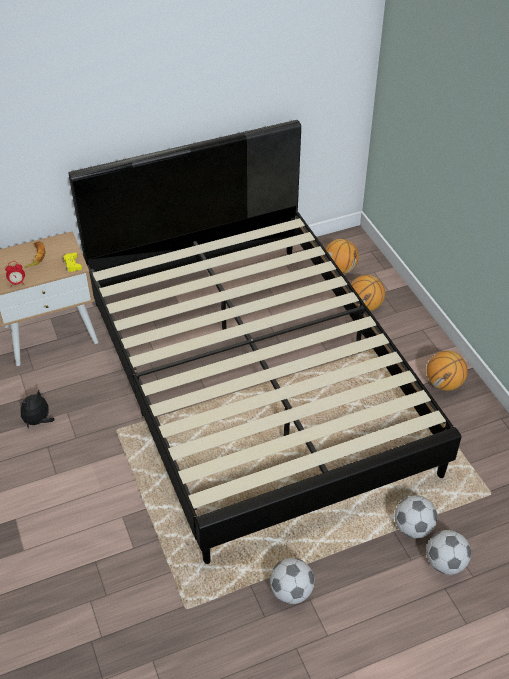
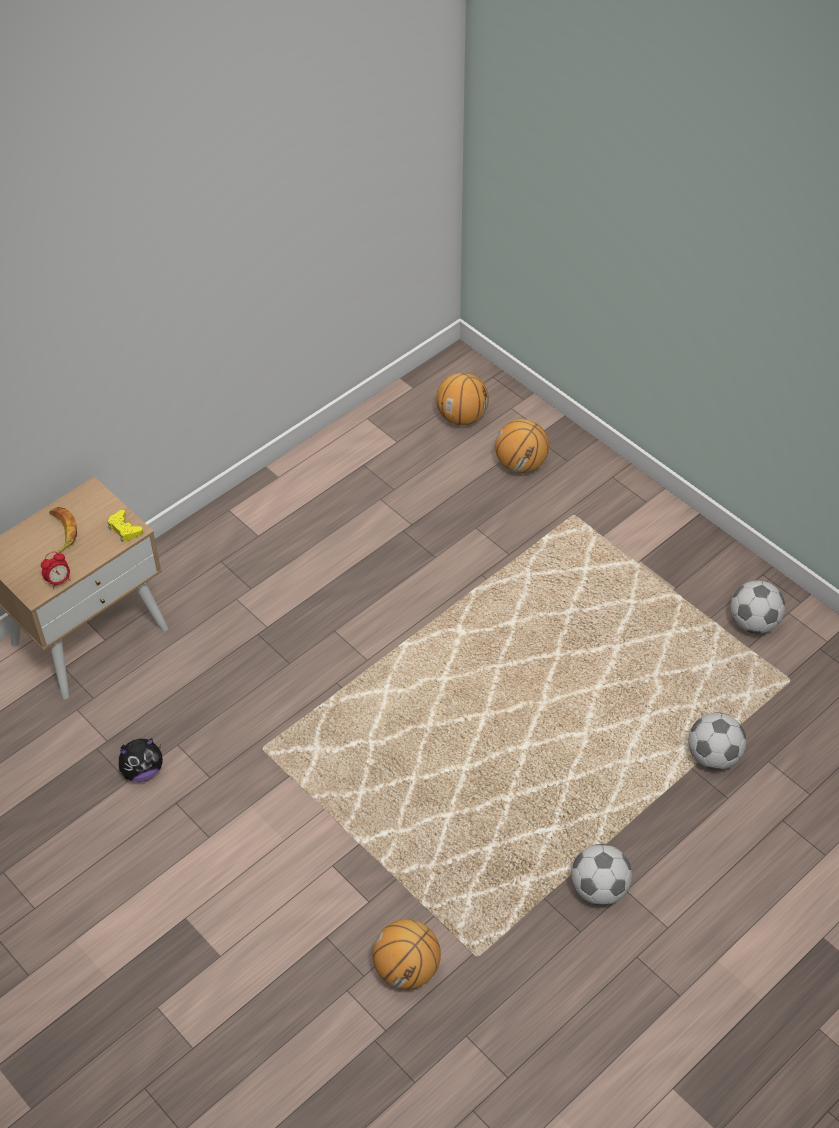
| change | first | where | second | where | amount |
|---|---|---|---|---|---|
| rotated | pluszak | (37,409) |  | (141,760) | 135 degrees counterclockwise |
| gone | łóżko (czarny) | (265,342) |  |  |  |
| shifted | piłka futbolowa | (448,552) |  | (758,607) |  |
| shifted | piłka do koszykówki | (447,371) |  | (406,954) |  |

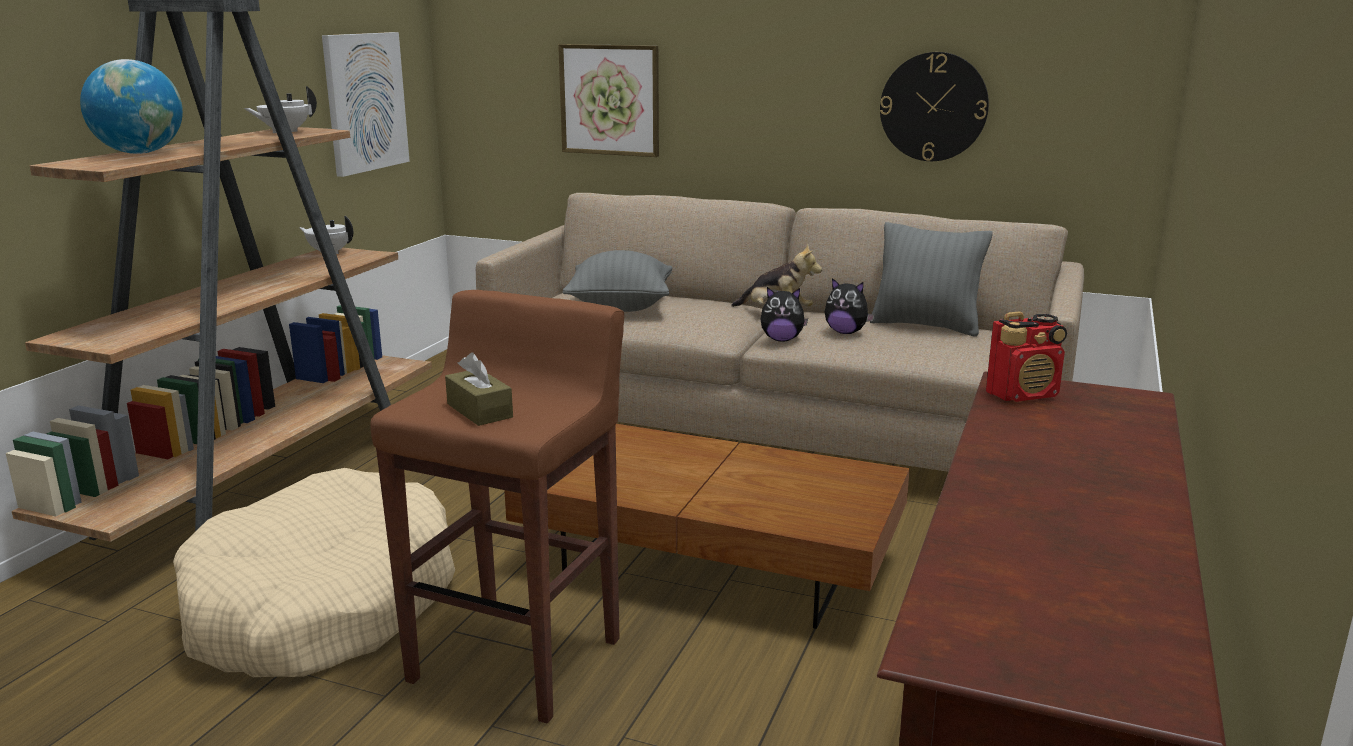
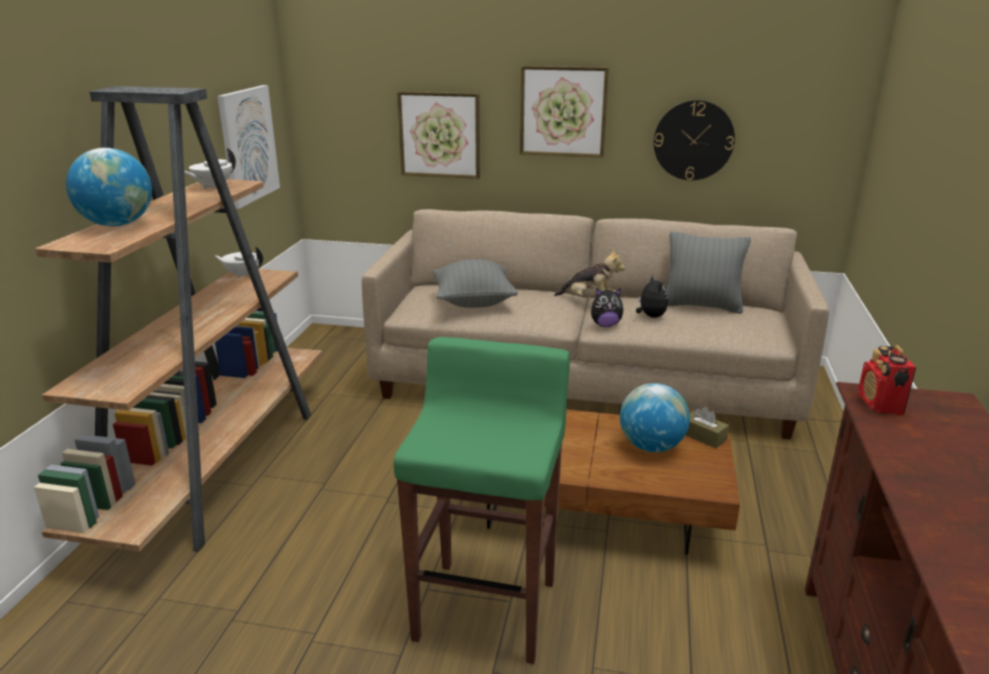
| change | first | where | second | where | amount |
|---|---|---|---|---|---|
| gone | legowisko (beżowy) | (314,572) |  |  |  |
| repainted | stołek (brązowy) | (497,507) | stołek (zielony) | (482,500) |  |
| shifted | pudełko chusteczek (brązowy) | (479,389) |  | (707,427) |  |
| rotated | pluszak | (850,306) |  | (652,296) | 120 degrees counterclockwise |
| rotated | radio | (1026,356) |  | (887,380) | 120 degrees clockwise |
| new |  |  | obraz | (564,112) |  |
| new |  |  | globus | (655,417) |  |

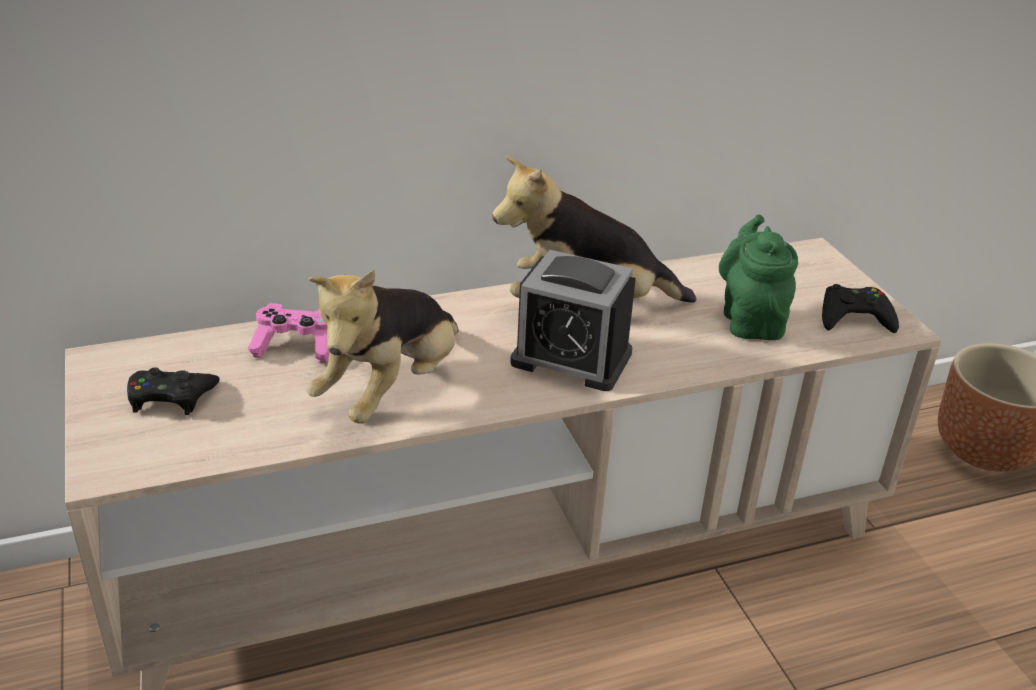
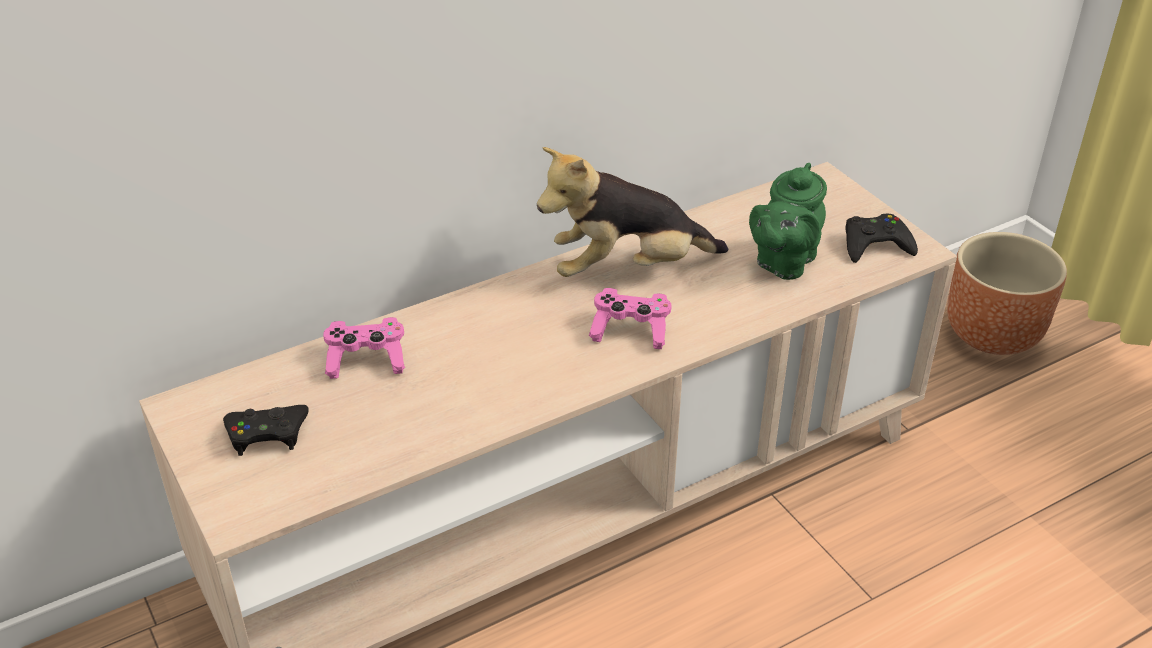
| change | first | where | second | where | amount |
|---|---|---|---|---|---|
| gone | pluszak | (382,347) |  |  |  |
| swapped | budzik | (573,320) | pad do gier (różowy) | (630,318) |  |
| rotated | imbryk (zielony) | (758,277) |  | (788,221) | 135 degrees counterclockwise |

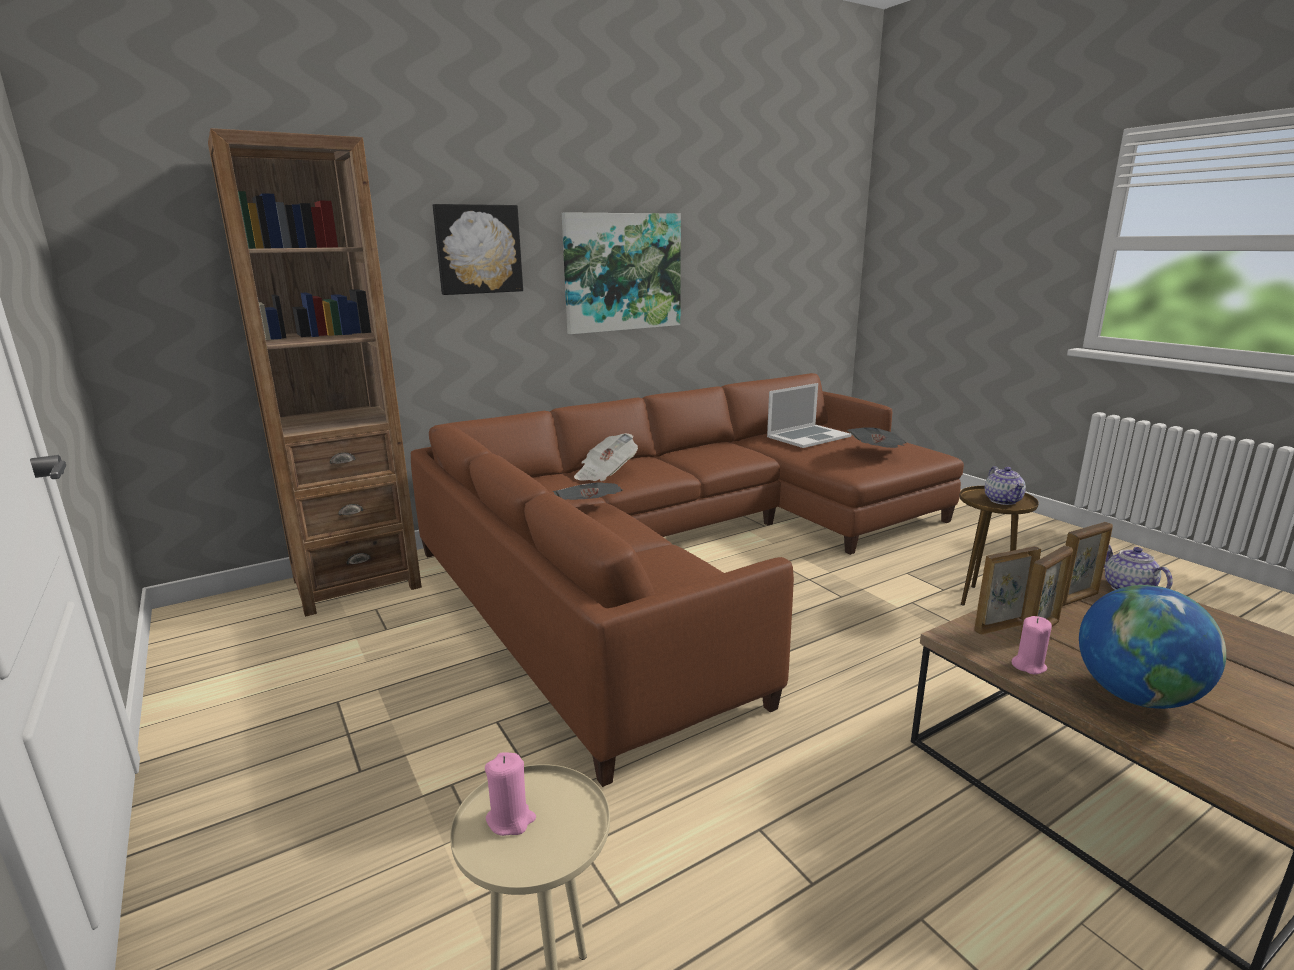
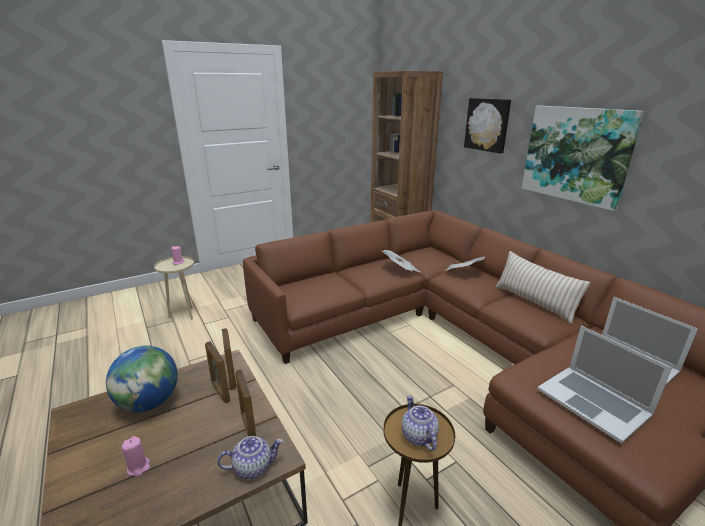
| change | first | where | second | where | amount |
|---|---|---|---|---|---|
| swapped | gazeta | (876,437) | laptop | (604,385) |  |
| rotated | imbryk | (1005,485) |  | (420,423) | 75 degrees clockwise |
| shifted | świeca (różowy) | (1032,645) |  | (136,456) |  |
| new |  |  | poduszka (beżowy) | (543,287) |  |

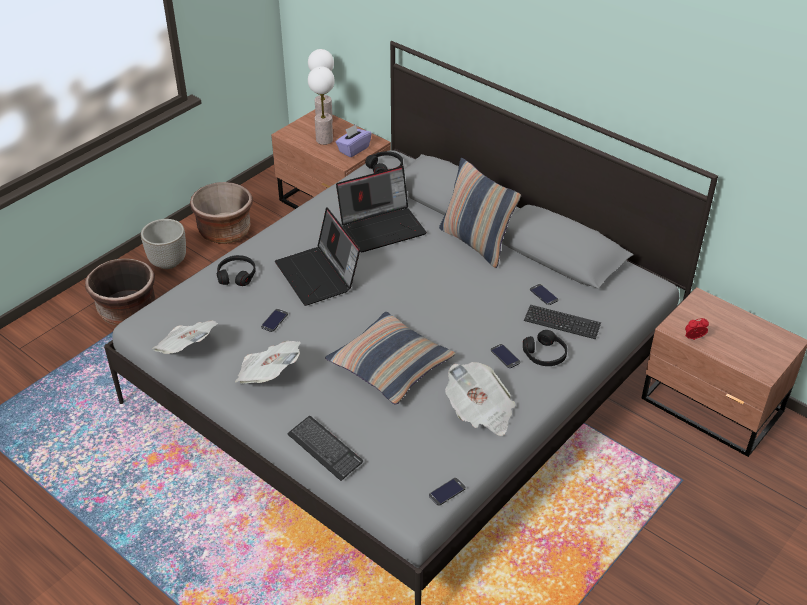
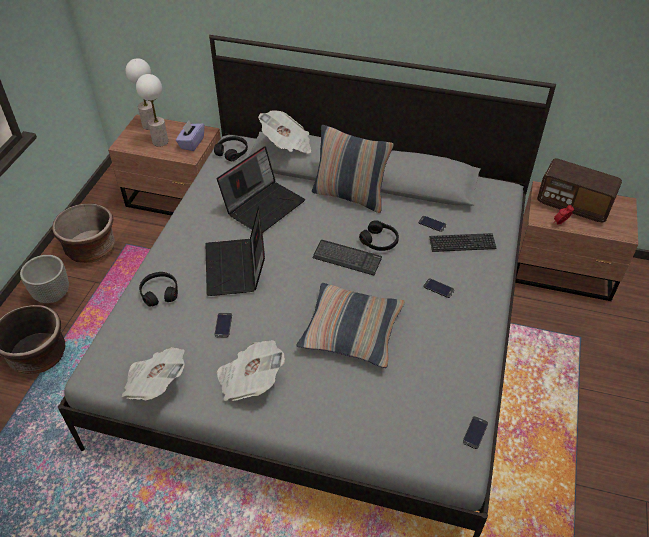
| change | first | where | second | where | amount |
|---|---|---|---|---|---|
| rotated | laptop | (317,256) |  | (235,251) | 45 degrees clockwise |
| shifted | klawiatura | (325,448) |  | (347,258) |  |
| shifted | gazeta | (480,399) |  | (284,132) |  |
| shifted | słuchawki (czarny) | (545,348) |  | (379,235) |  |
| new |  |  | radio | (579,190) |  |

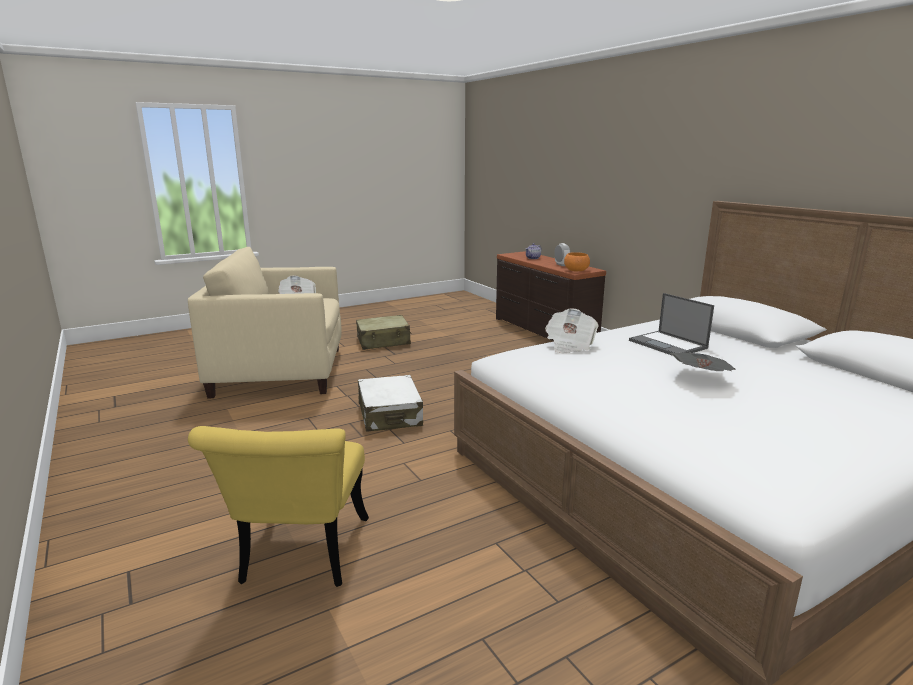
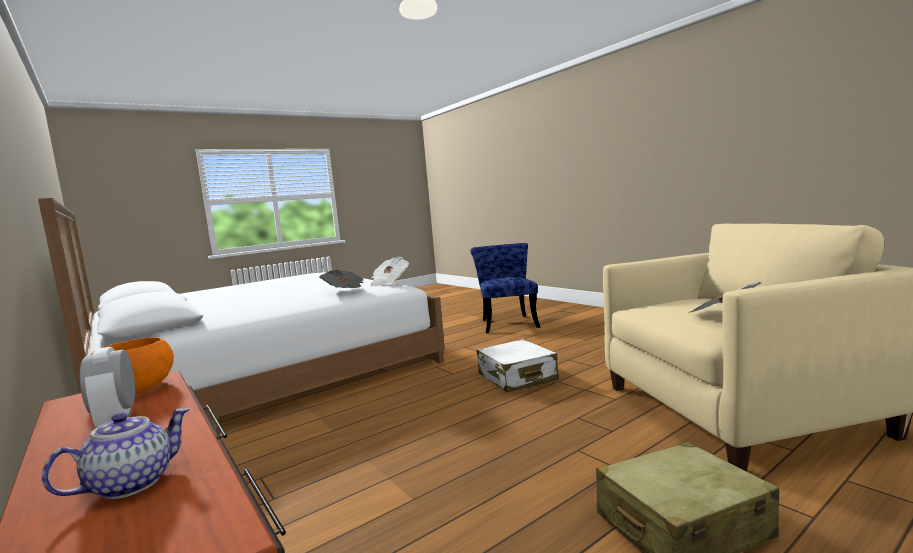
| change | first | where | second | where | amount |
|---|---|---|---|---|---|
| repainted | krzesło (żółty) | (278,506) | krzesło (niebieski) | (505,288) |  |
| gone | laptop | (671,324) |  |  |  |
| shifted | gazeta | (702,362) |  | (389,272) |  |

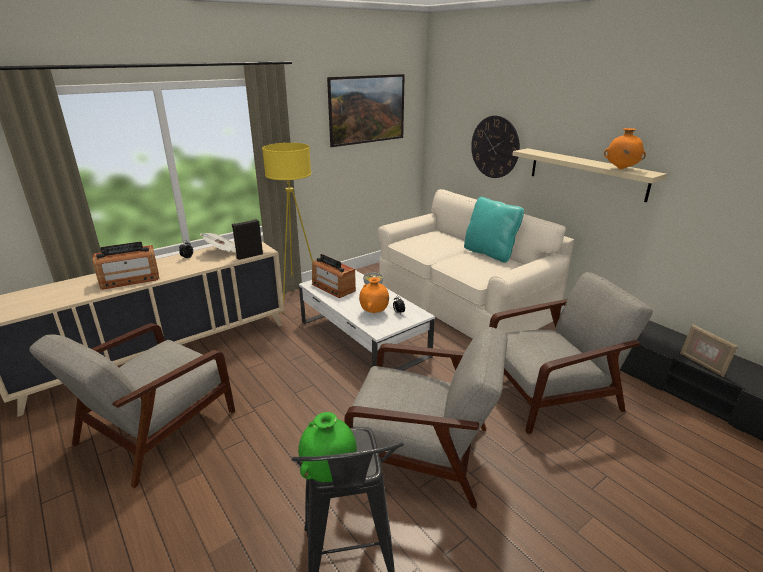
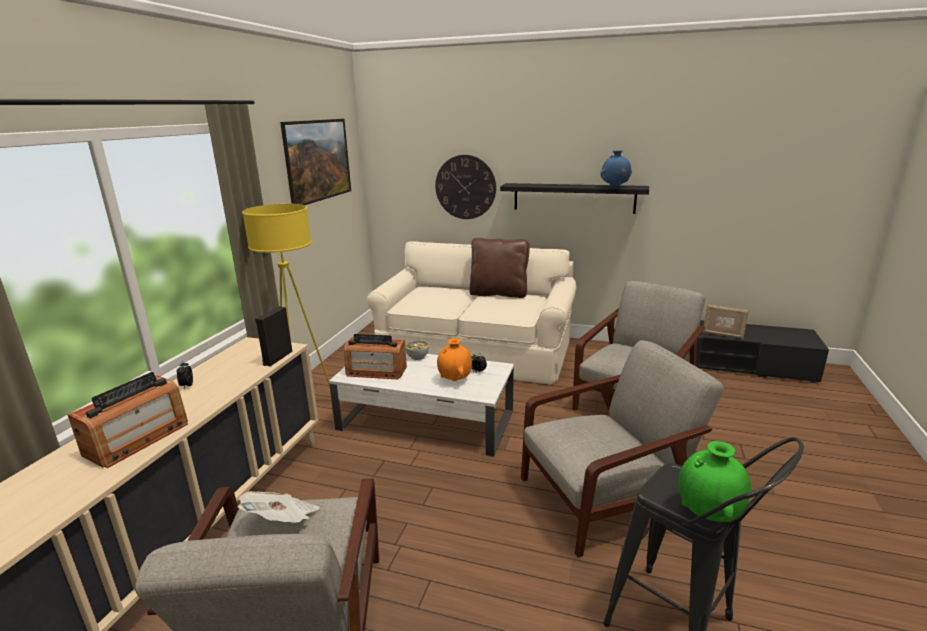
| change | first | where | second | where | amount |
|---|---|---|---|---|---|
| shifted | gazeta | (218,242) |  | (278,507) |  |
| repainted | poduszka (turkusowy) | (494,230) | poduszka (brązowy) | (499,268) |  |
| repainted | półka (beżowy) | (590,175) | półka (czarny) | (574,198) |  |
| repainted | wazon (pomarańczowy) | (625,148) | wazon (niebieski) | (616,168) |  |

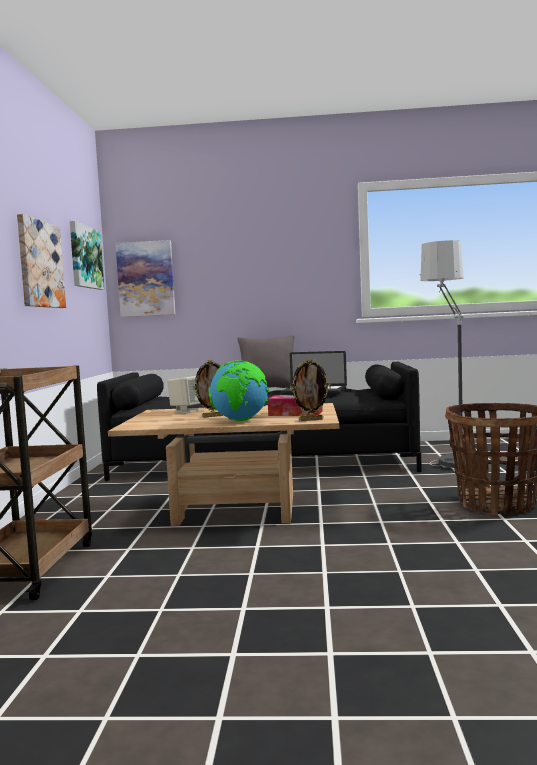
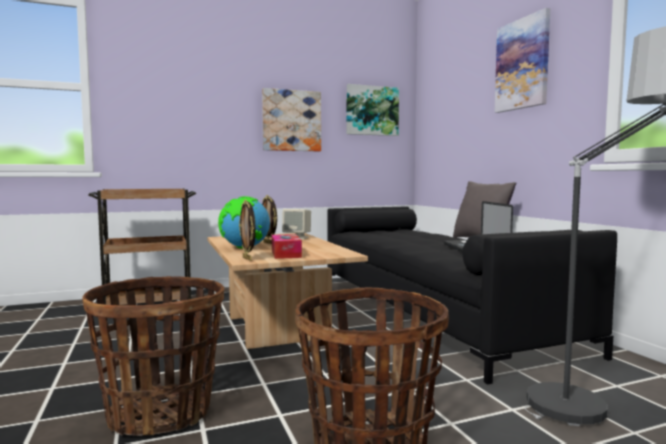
| change | first | where | second | where | amount |
|---|---|---|---|---|---|
| shifted | obraz | (145,278) |  | (522,60) |  |
| new |  |  | koszyk | (153,356) |  |

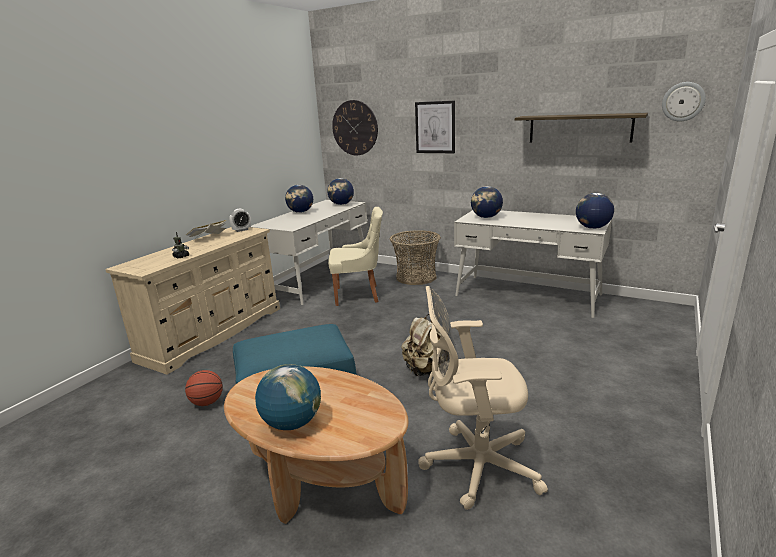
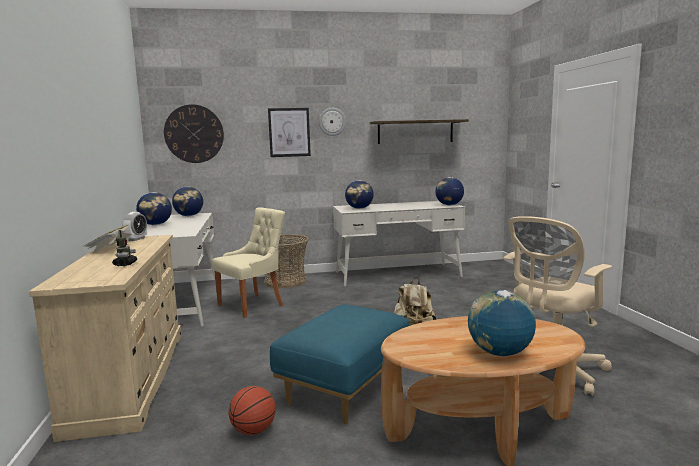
| change | first | where | second | where | amount |
|---|---|---|---|---|---|
| shifted | zegar ścienny | (684,101) |  | (332,122) |  |

